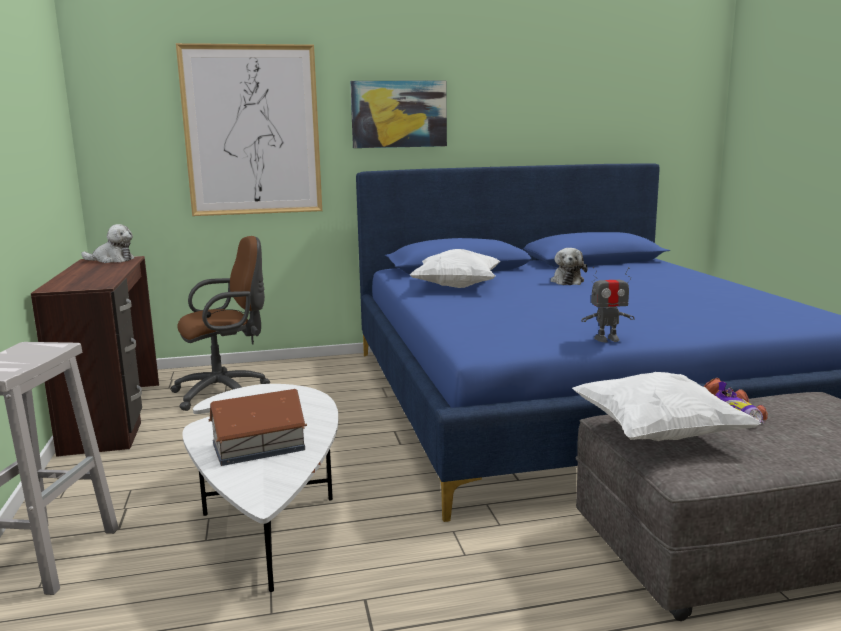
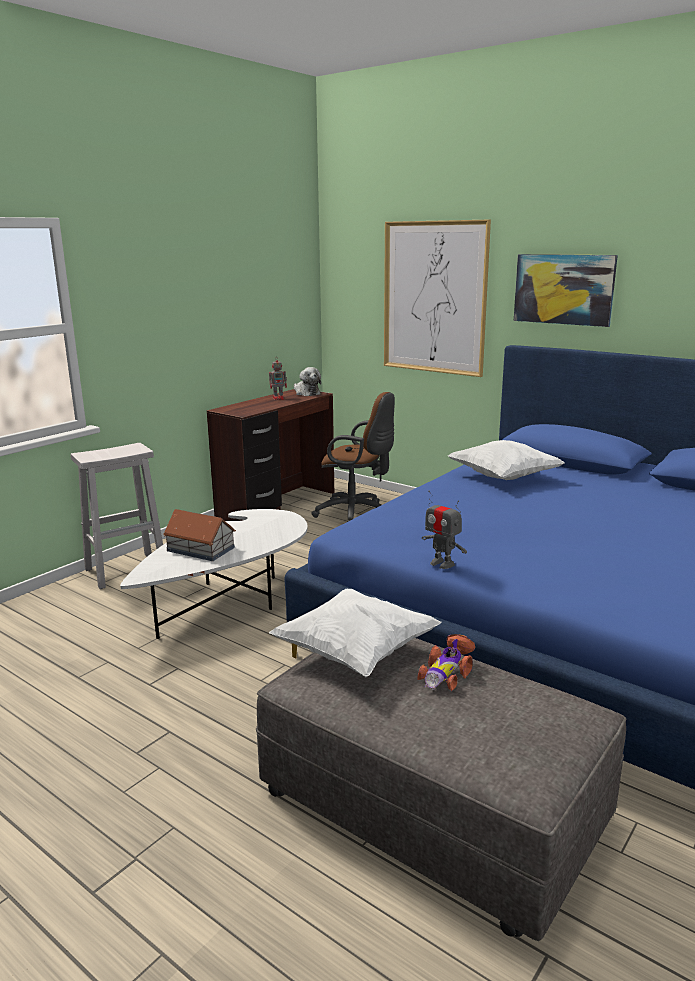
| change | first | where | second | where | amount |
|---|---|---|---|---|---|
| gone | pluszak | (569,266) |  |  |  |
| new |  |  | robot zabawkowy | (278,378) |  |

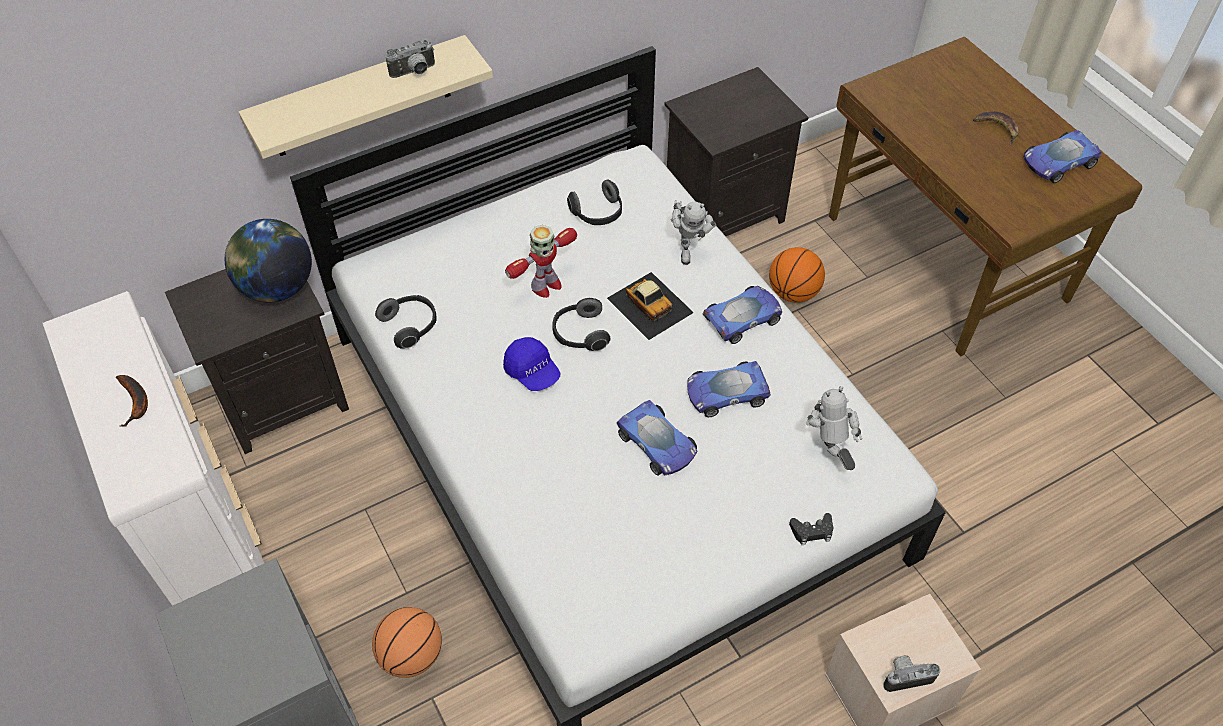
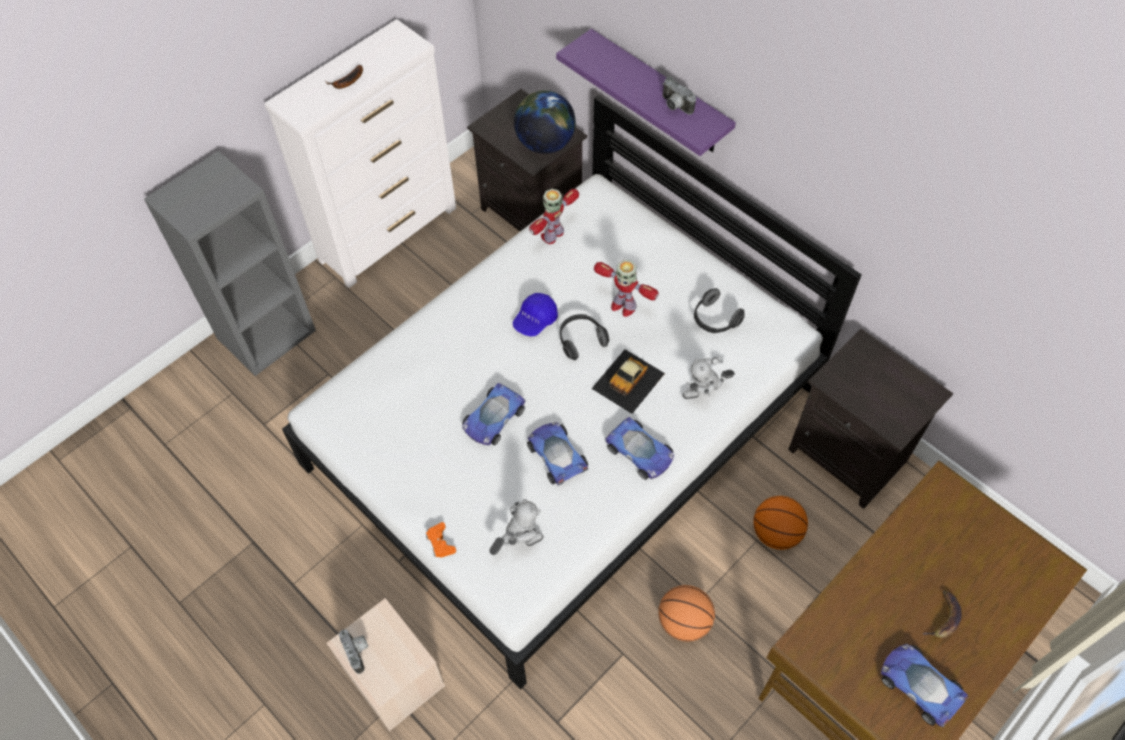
| change | first | where | second | where | amount |
|---|---|---|---|---|---|
| repainted | półka (beżowy) | (366,97) | półka (fioletowy) | (646,92) |  |
| shifted | piłka do koszykówki | (407,642) |  | (686,613) |  |
| swapped | słuchawki | (406,322) | robot zabawkowy | (554,216) |  |
| repainted | pad do gier (czarny) | (811,529) | pad do gier (pomarańczowy) | (441,539) |  |

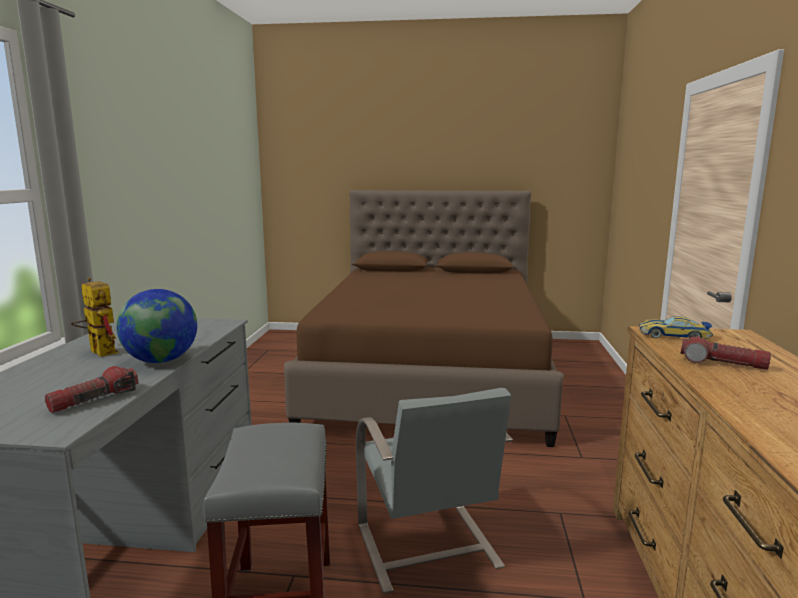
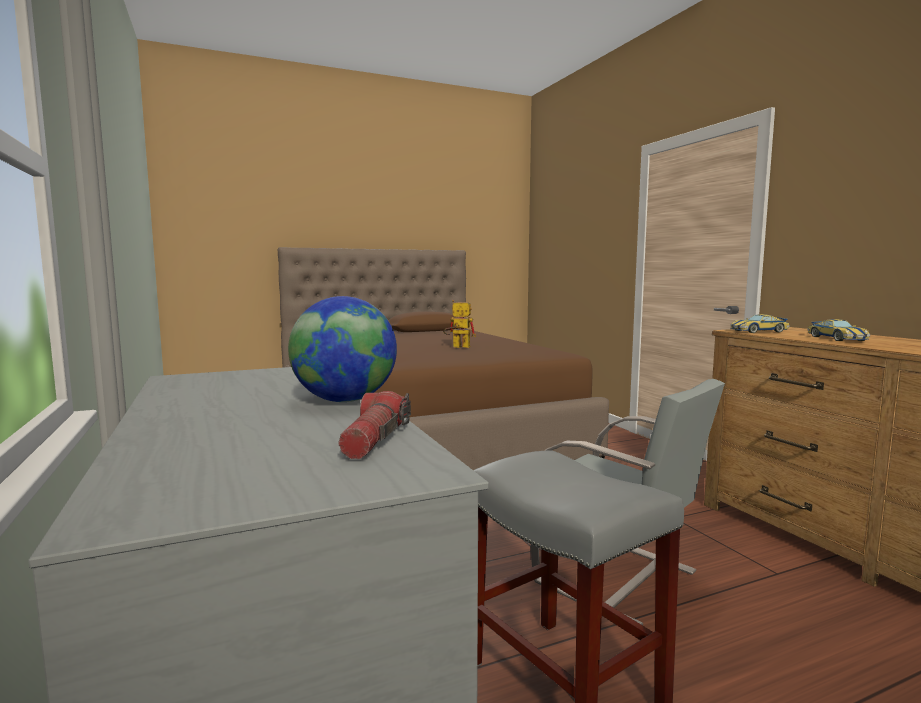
| change | first | where | second | where | amount |
|---|---|---|---|---|---|
| shifted | robot zabawkowy | (95,317) |  | (459,324) |  |
| swapped | latarka | (725,352) | samochodzik | (838,330) |  |

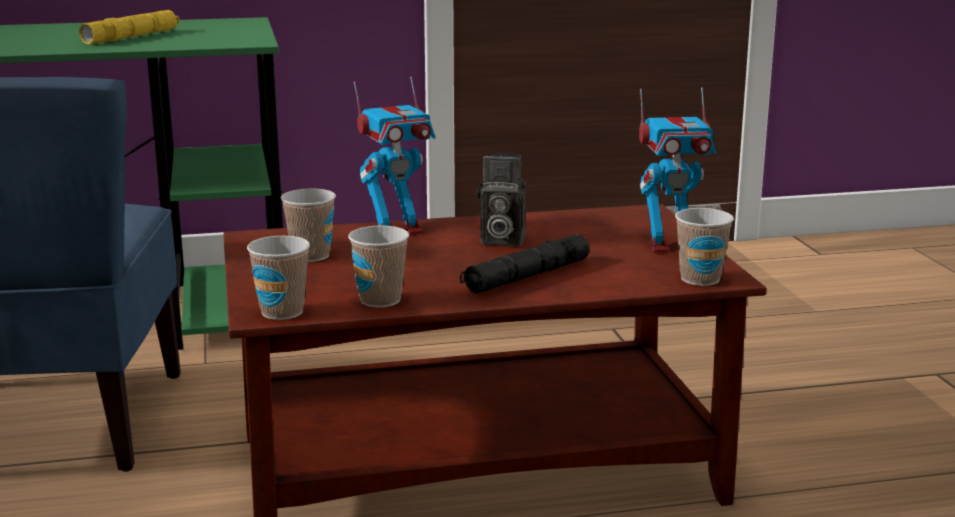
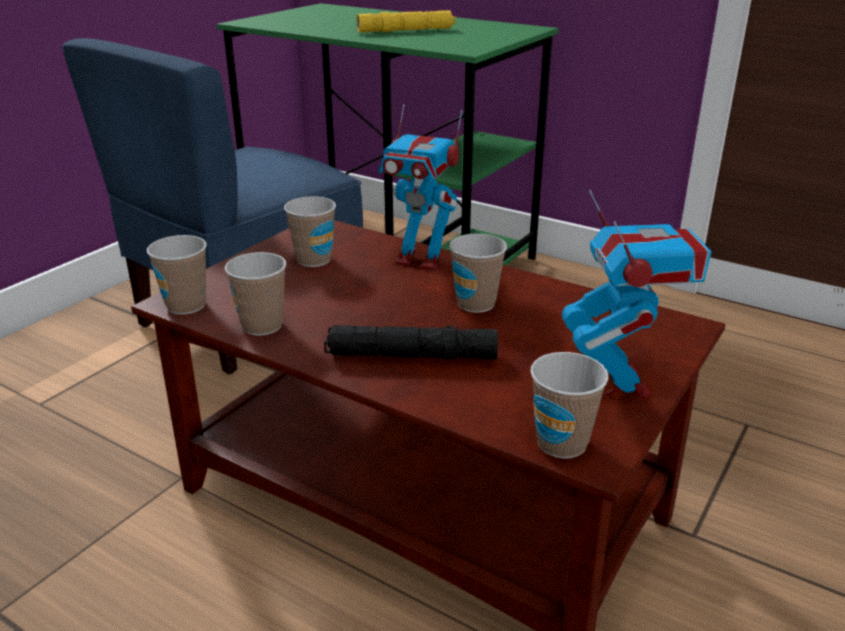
| change | first | where | second | where | amount |
|---|---|---|---|---|---|
| swapped | aparat fotograficzny | (501,199) | filiżanka | (478,273) |  |
| rotated | robot zabawkowy | (677,170) |  | (637,294) | 135 degrees counterclockwise |

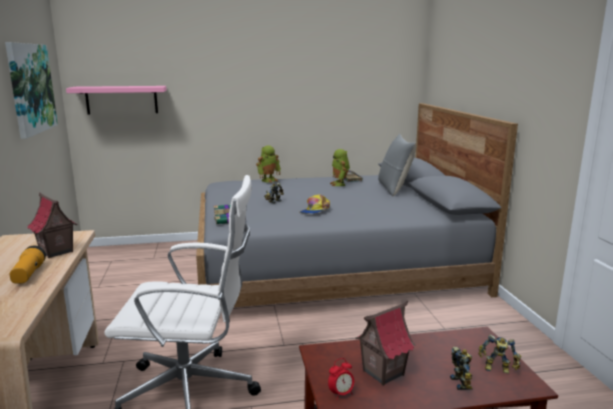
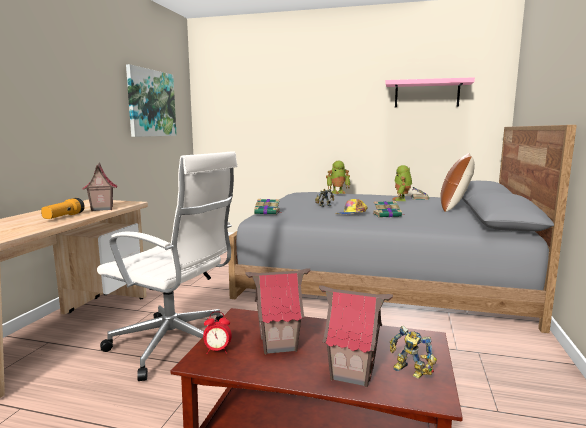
| change | first | where | second | where | amount |
|---|---|---|---|---|---|
| shifted | półka (różowy) | (116,100) |  | (430,92) |  |
| repainted | poduszka (szary) | (397,165) | poduszka (brązowy) | (457,182) |  |
| swapped | robot zabawkowy | (461,368) | domek | (356,336) |  |
| new |  |  | książka | (388,209) |  |

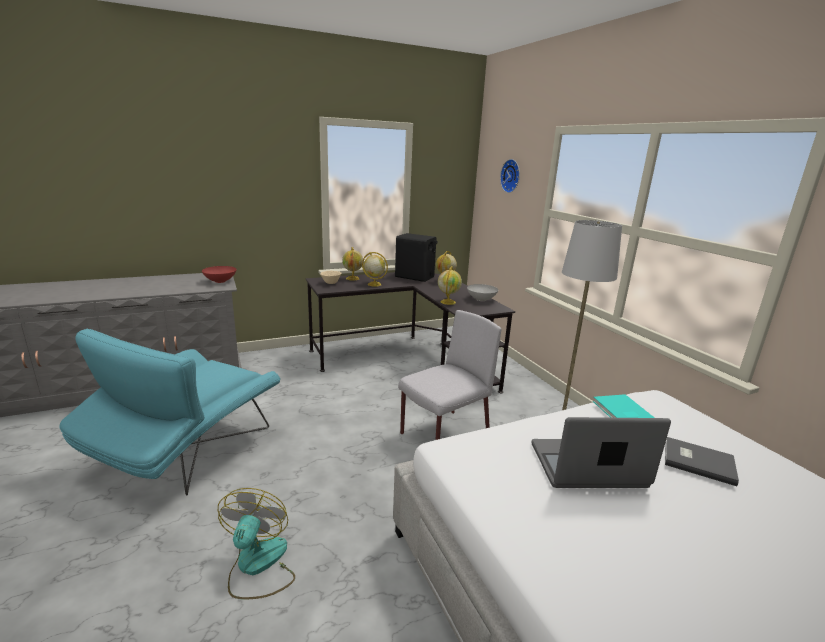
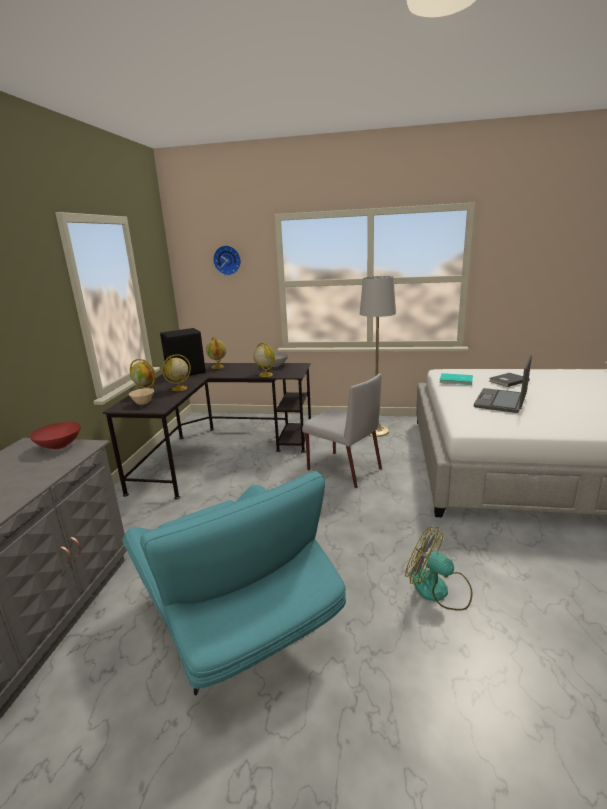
| change | first | where | second | where | amount |
|---|---|---|---|---|---|
| rotated | krzesło (szary) | (449,375) |  | (342,431) | 135 degrees clockwise |

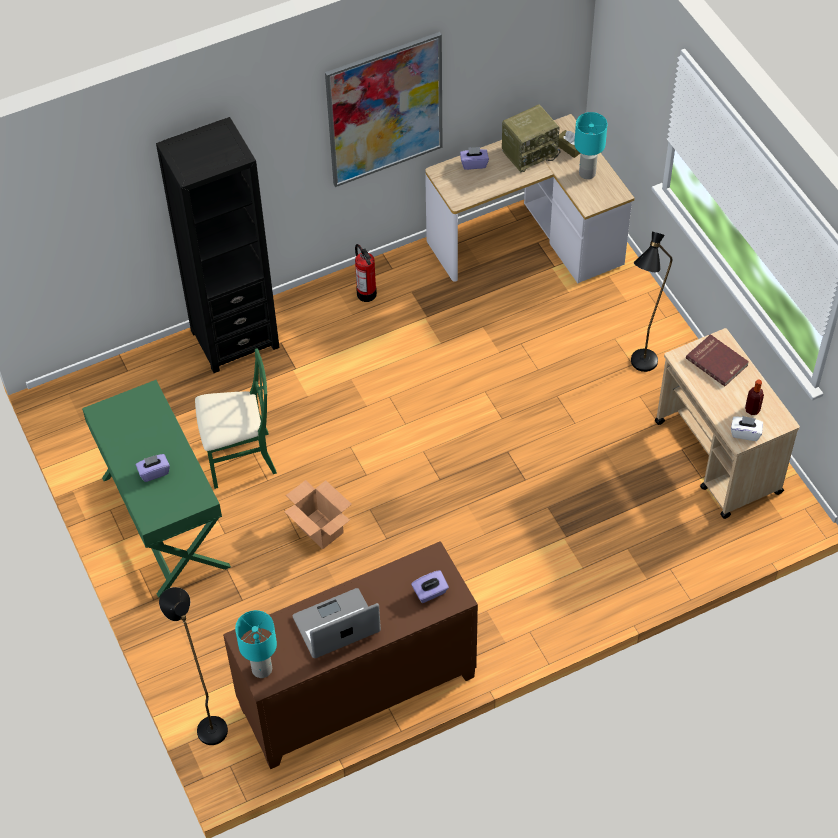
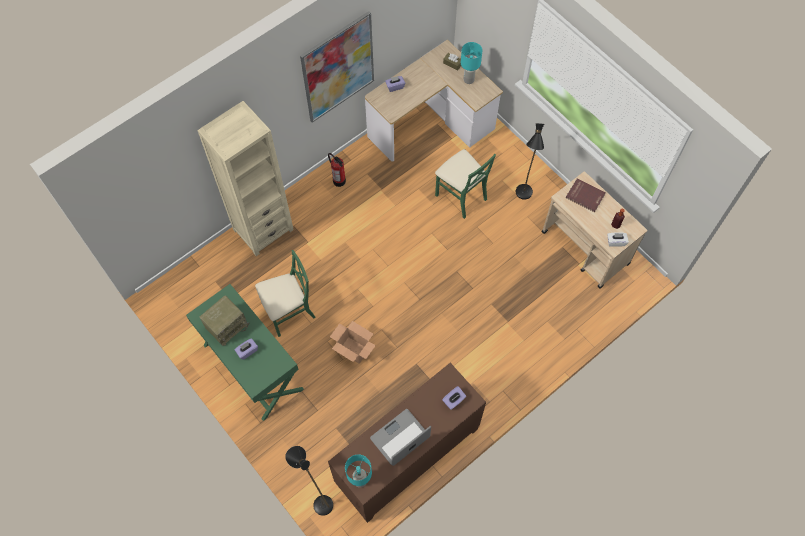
| change | first | where | second | where | amount |
|---|---|---|---|---|---|
| repainted | regał (czarny) | (218,245) | regał (beżowy) | (245,178) |  |
| shifted | radio | (531,138) |  | (224,320) |  |
| new |  |  | krzesło (zielony) | (465,184) |  |

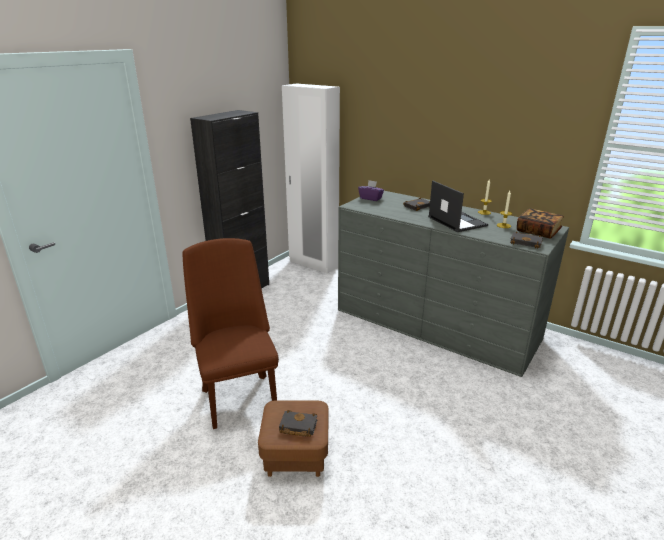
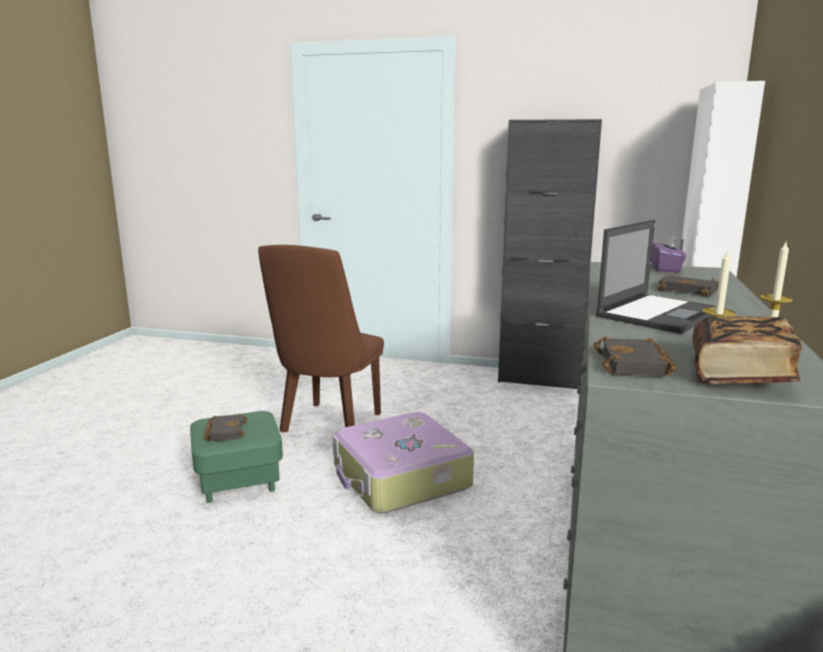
| change | first | where | second | where | amount |
|---|---|---|---|---|---|
| rotated | krzesło (brązowy) | (231,333) |  | (321,339) | 150 degrees clockwise |
| repainted | pufa (brązowy) | (293,438) | pufa (zielony) | (236,457) |  |
| new |  |  | walizka | (403,462) |  |

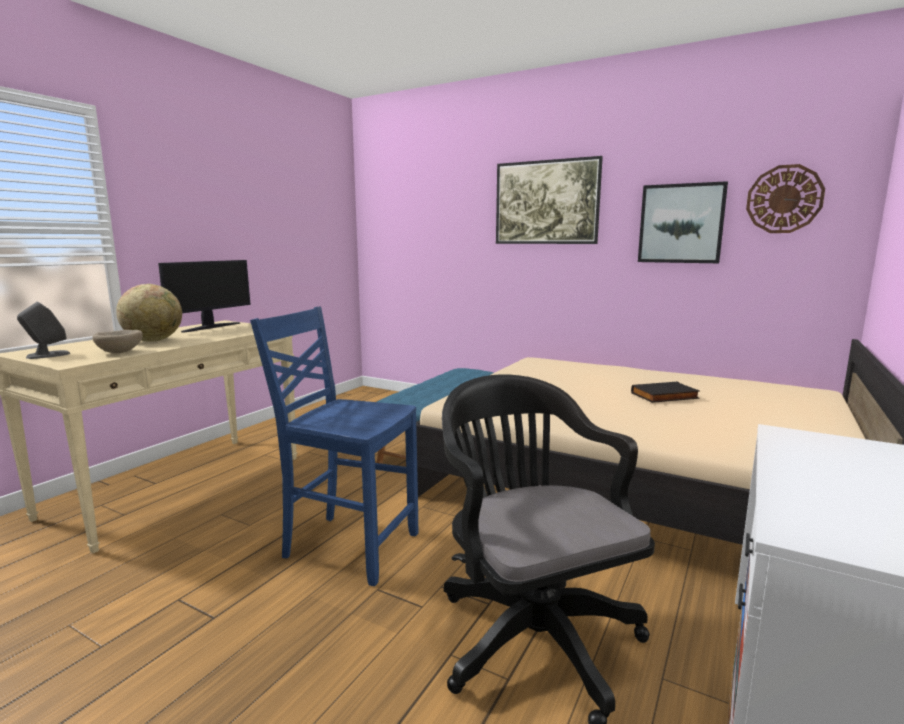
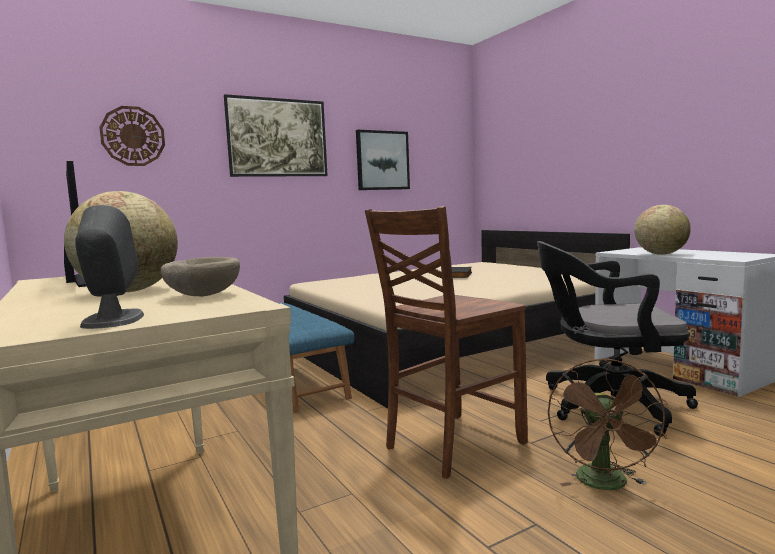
| change | first | where | second | where | amount |
|---|---|---|---|---|---|
| repainted | krzesło (niebieski) | (334,446) | krzesło (brązowy) | (446,342) |  |
| shifted | zegar ścienny | (785,198) |  | (132,136) |  |
| new |  |  | wentylator (brązowy) | (608,424) |  |
| new |  |  | globus | (662,230) |  |

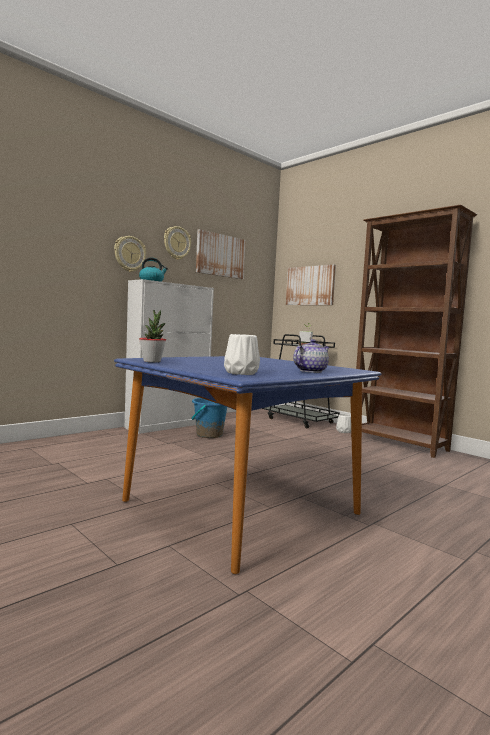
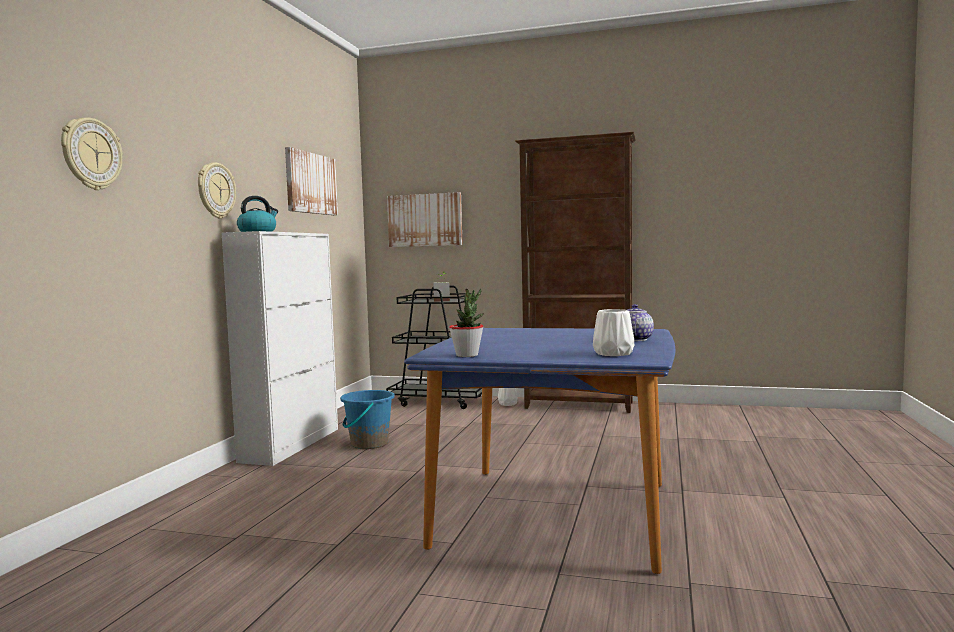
| change | first | where | second | where | amount |
|---|---|---|---|---|---|
| shifted | zegar ścienny | (177,243) |  | (91,153) |  |

